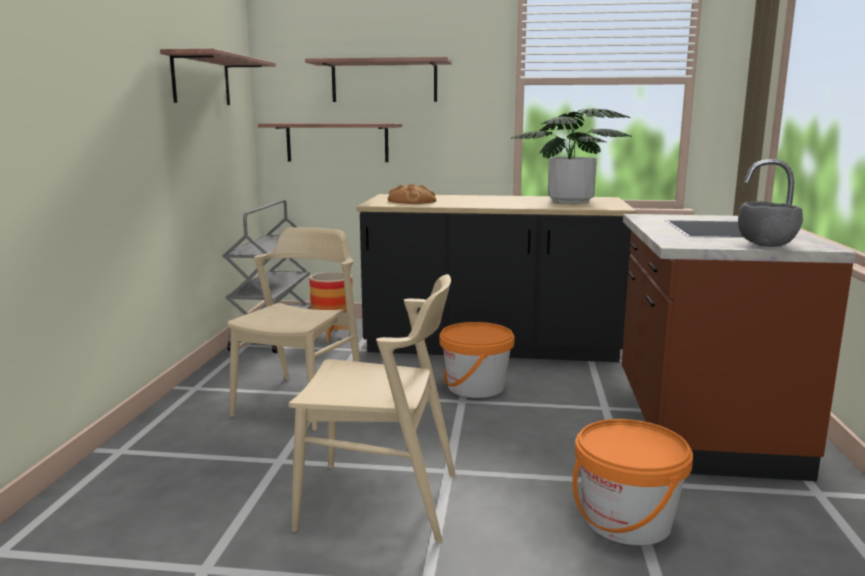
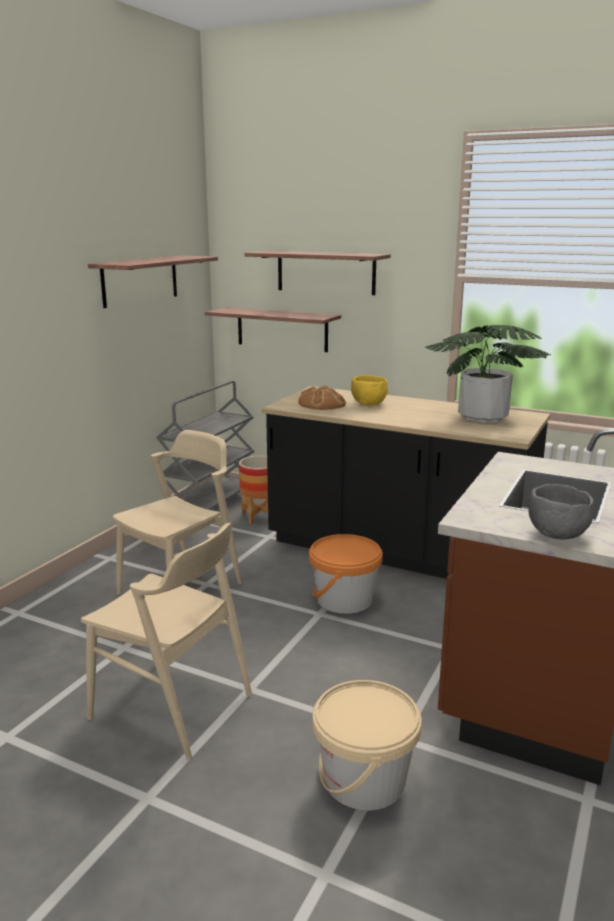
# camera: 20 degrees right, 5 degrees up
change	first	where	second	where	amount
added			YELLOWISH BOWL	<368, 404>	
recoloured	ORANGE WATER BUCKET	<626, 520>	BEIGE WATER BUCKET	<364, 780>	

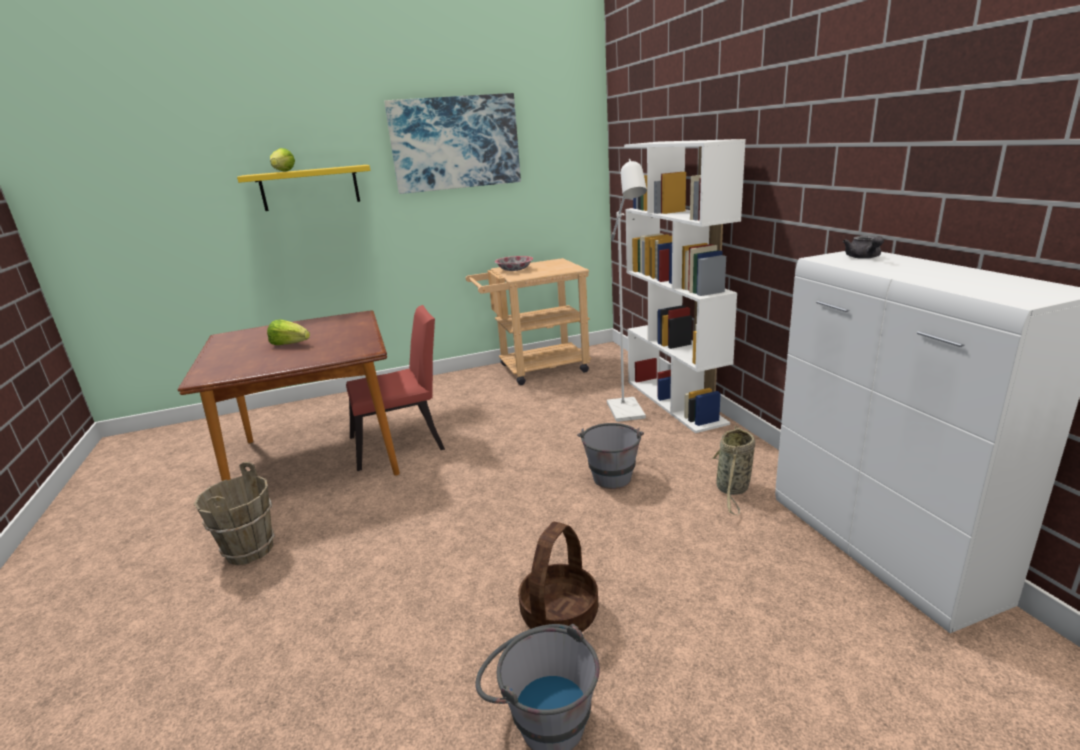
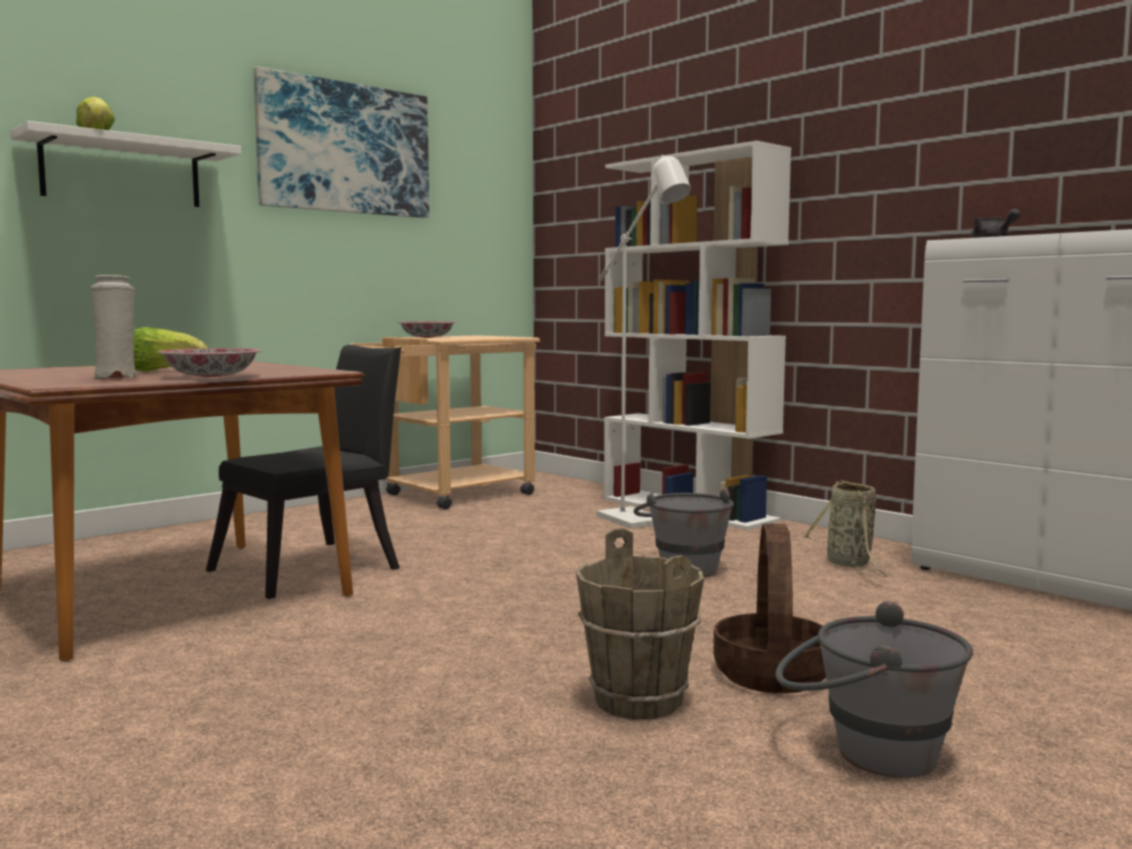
# camera: 25 degrees left, 15 degrees down
change	first	where	second	where	amount
added			WHITE DECORATIVE VASE	<116, 378>	
added			BOWL	<212, 376>	
moved	BROWN-COLOURED WATER BUCKET	<249, 550>		<637, 701>	
recoloured	YELLOWISH BRACKET SHELF	<310, 188>	WHITE BRACKET SHELF	<122, 172>	
recoloured	RED-COLOURED UPRIGHT CHAIR	<403, 442>	BLACKISH UPRIGHT CHAIR	<316, 568>	

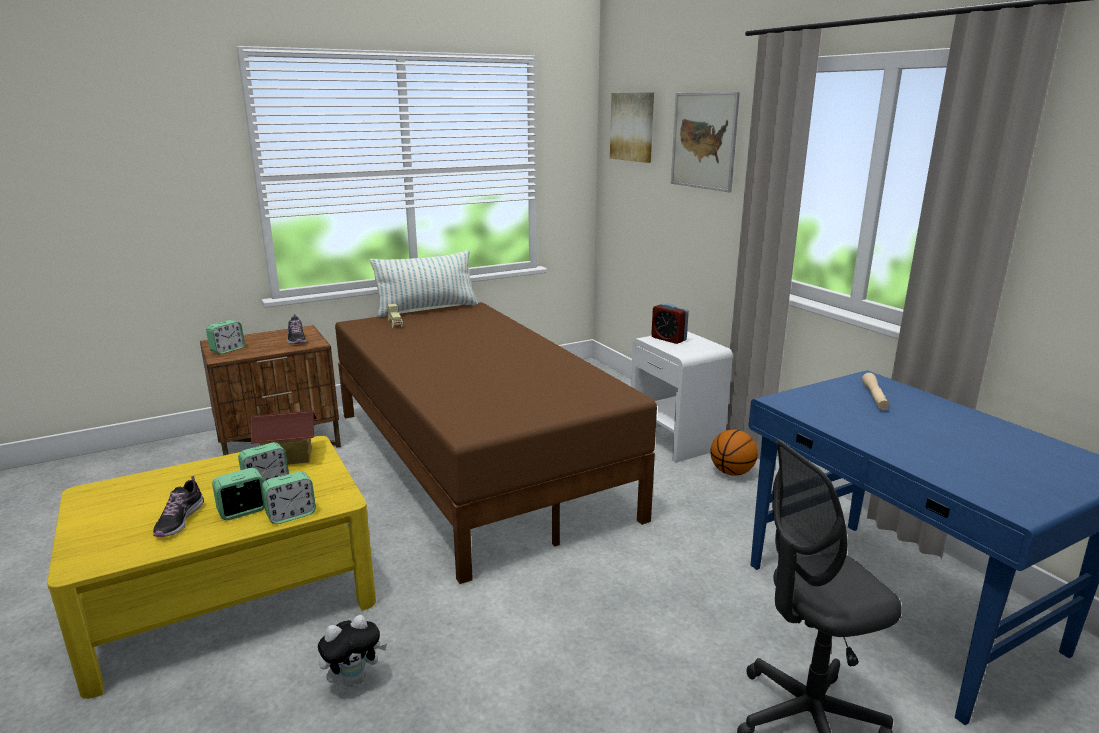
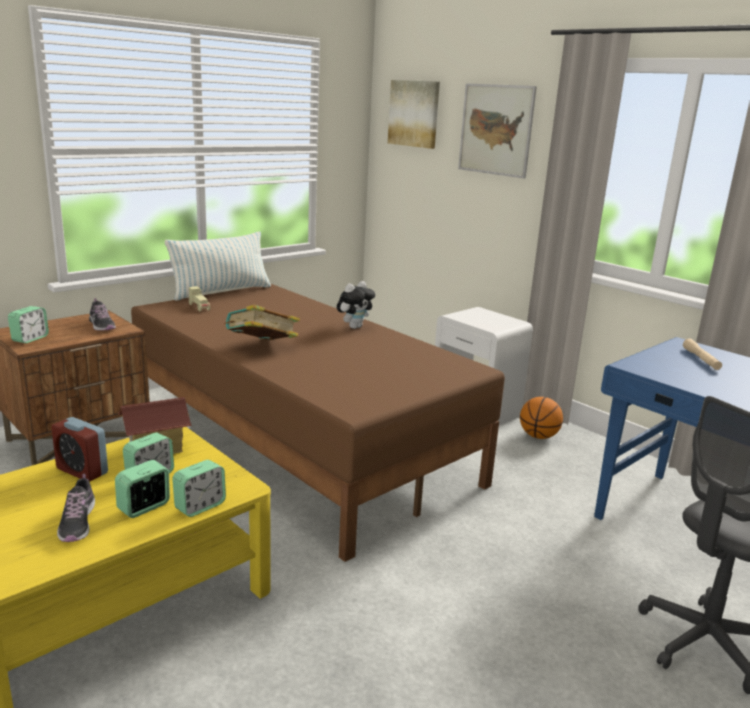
# camera: 15 degrees left, 0 degrees up
change	first	where	second	where	amount
added			BOUND BOOK	<261, 347>	
moved	PLUSH TOY	<354, 679>		<354, 327>	
moved	ALARM CLOCK	<668, 339>		<82, 471>	

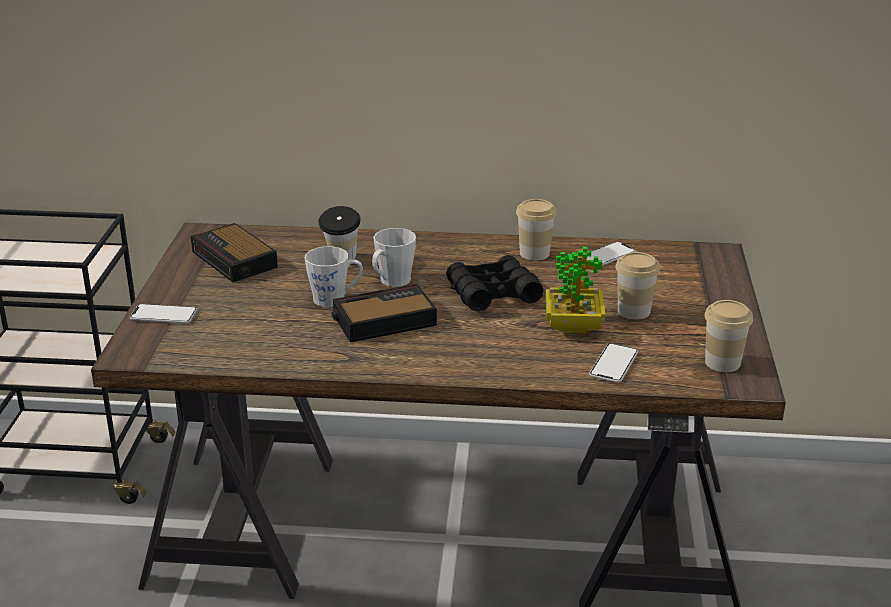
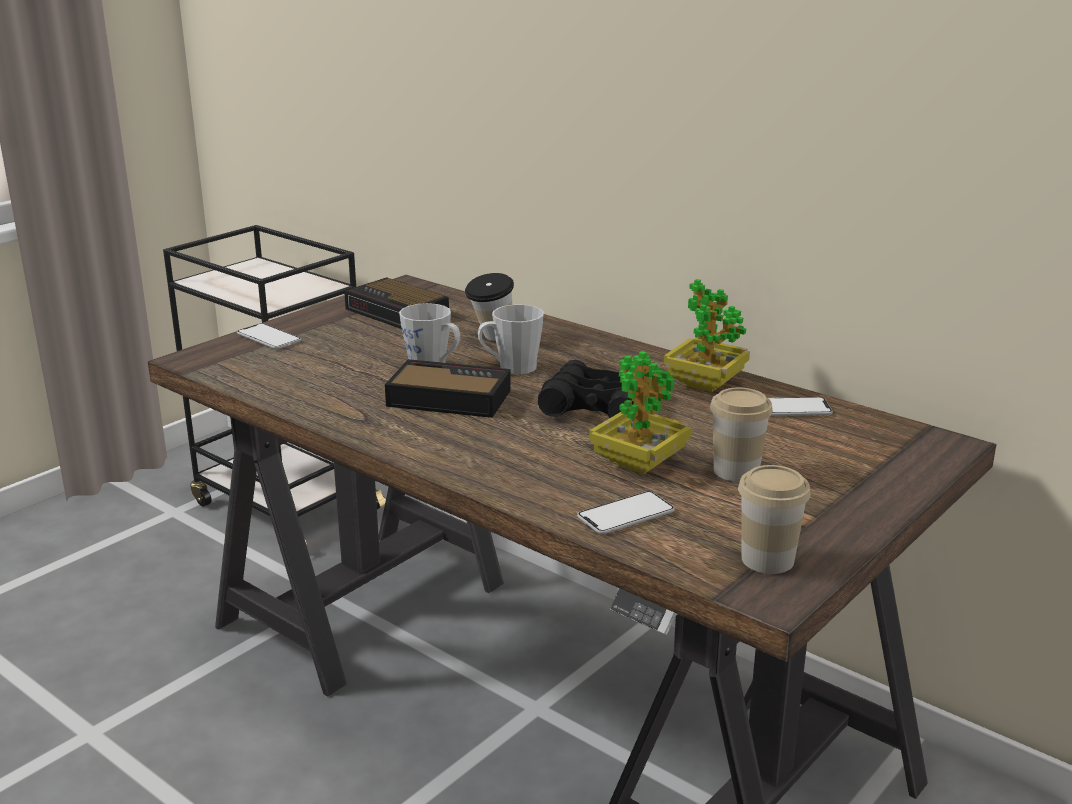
# camera: 35 degrees right, 5 degrees down
change	first	where	second	where	amount
replaced	DRINKING CUP	<534, 253>	PLANT IN A POT	<705, 384>	
turned	ALARM CLOCK	<235, 260>		<398, 313>	45 degrees counterclockwise

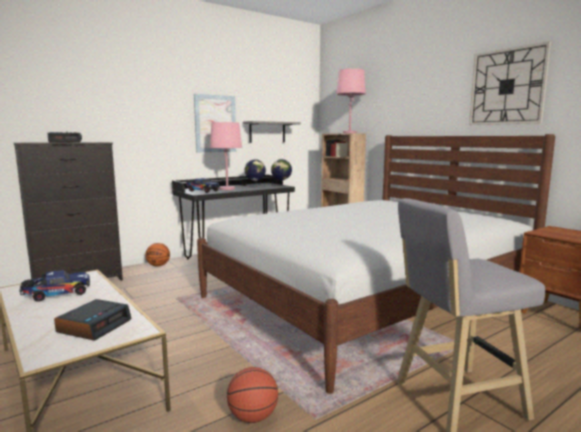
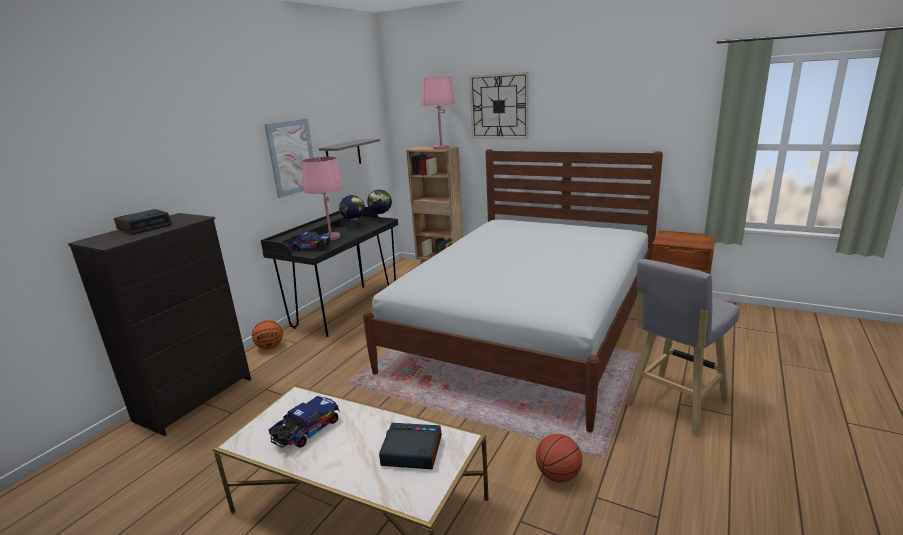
# camera: 25 degrees left, 10 degrees up
change	first	where	second	where	amount
moved	CLOCK ON THE WALL	<507, 87>		<499, 106>	
turned	ALARM CLOCK	<94, 326>		<411, 452>	75 degrees counterclockwise

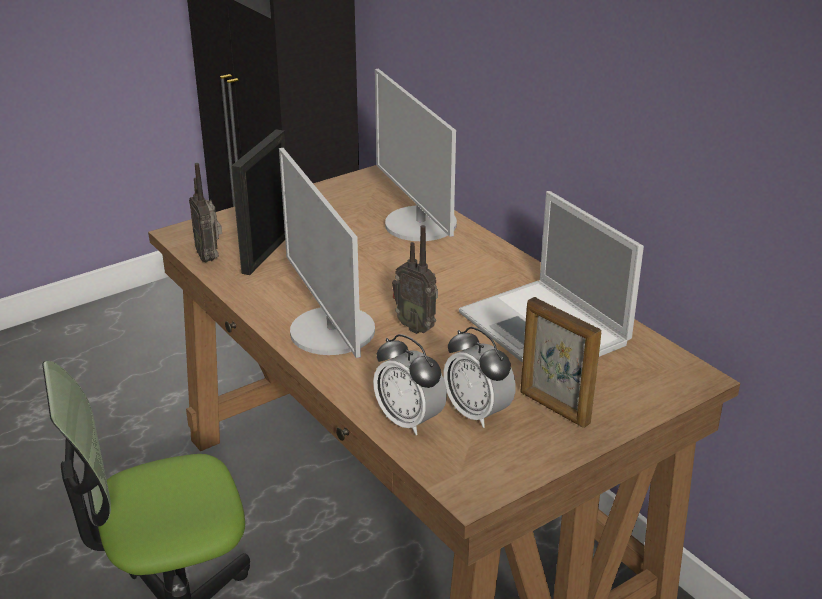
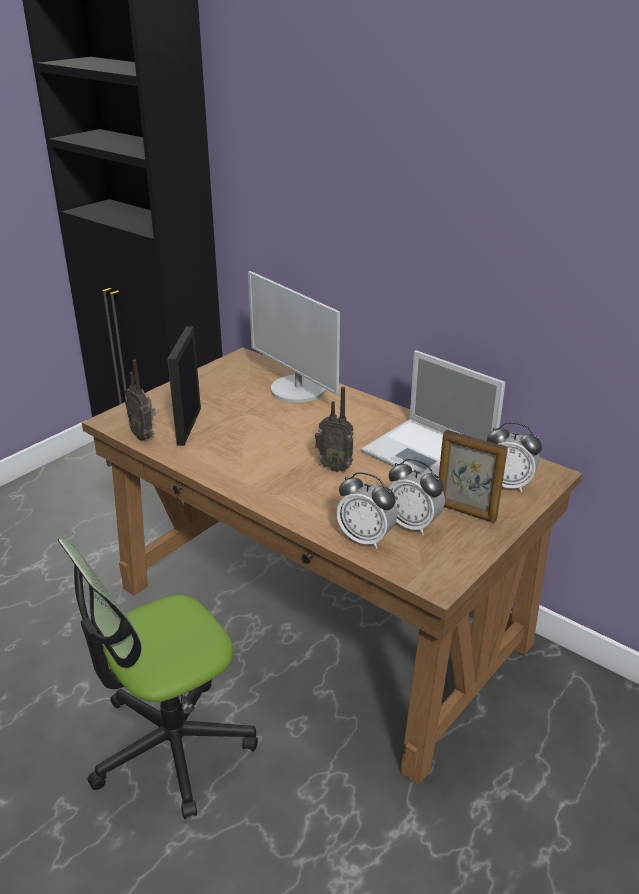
# camera: 15 degrees left, 0 degrees up
change	first	where	second	where	amount
removed	COMPUTER DISPLAY	<331, 332>			
added			ALARM CLOCK	<508, 484>	

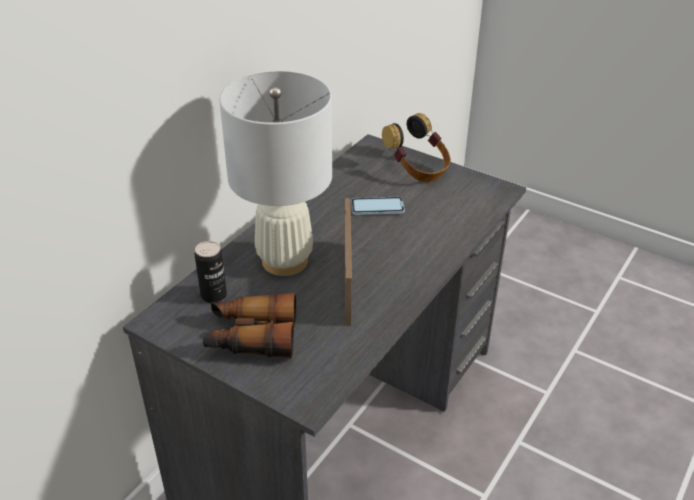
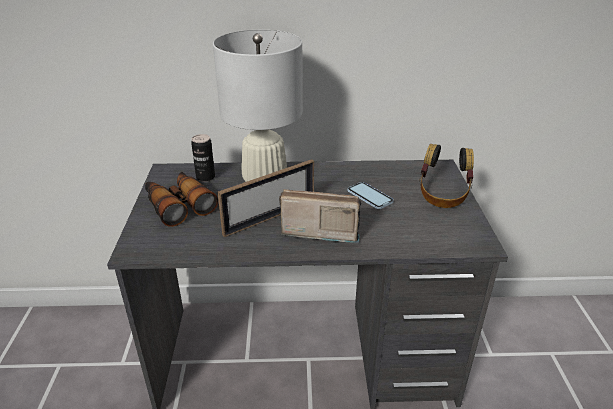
# camera: 55 degrees right, 5 degrees down
change	first	where	second	where	amount
added			RADIO RECEIVER	<319, 230>	

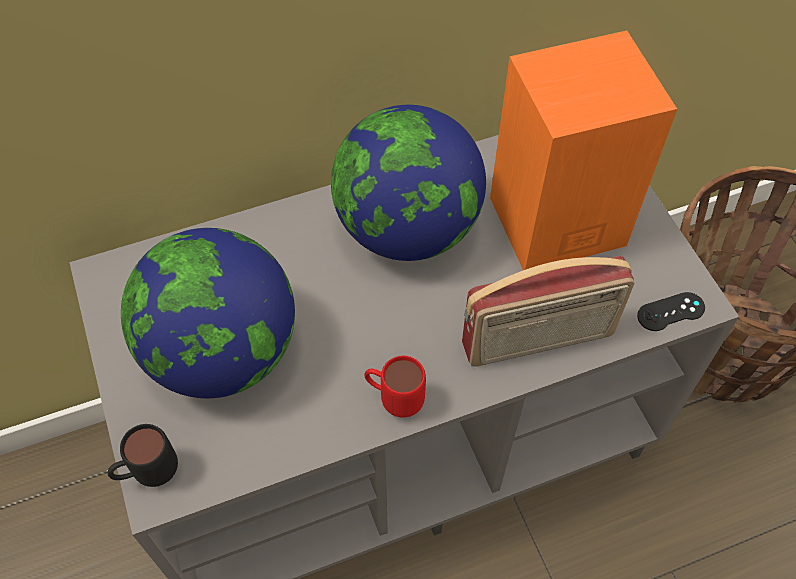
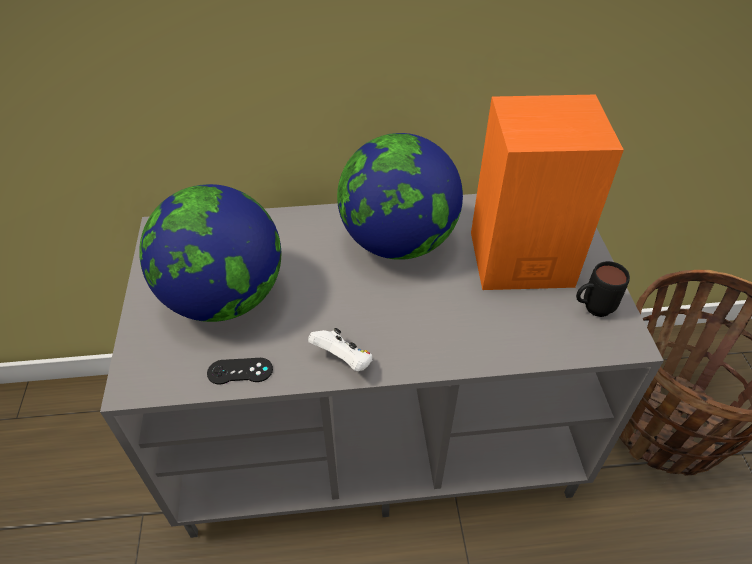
# camera: 15 degrees right, 10 degrees down
change	first	where	second	where	amount
removed	RADIO RECEIVER	<538, 341>			
moved	BLACKISH TEA MUG	<149, 475>		<591, 309>	
moved	BLACKISH GAMEPAD	<671, 312>		<240, 371>	
replaced	RED-COLOURED TEA MUG	<394, 400>	WHITE GAMEPAD	<343, 360>	

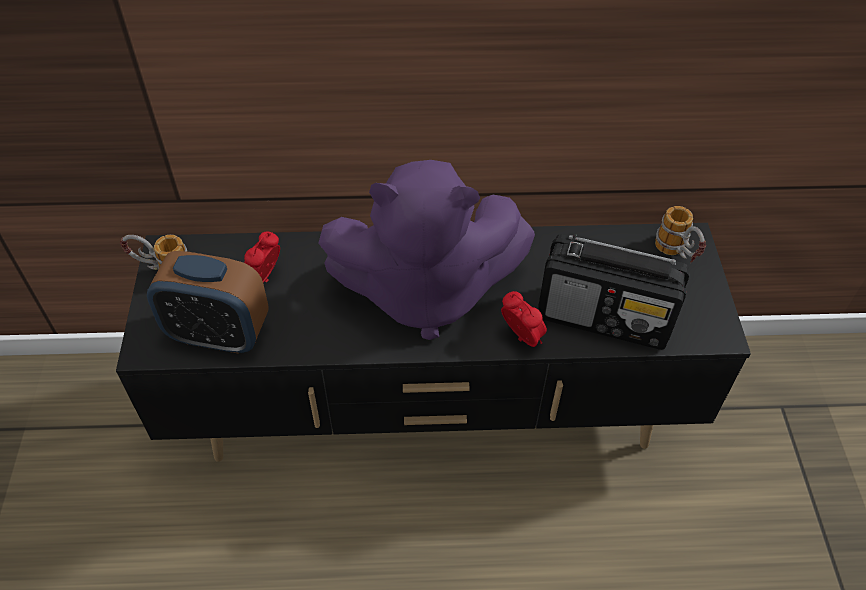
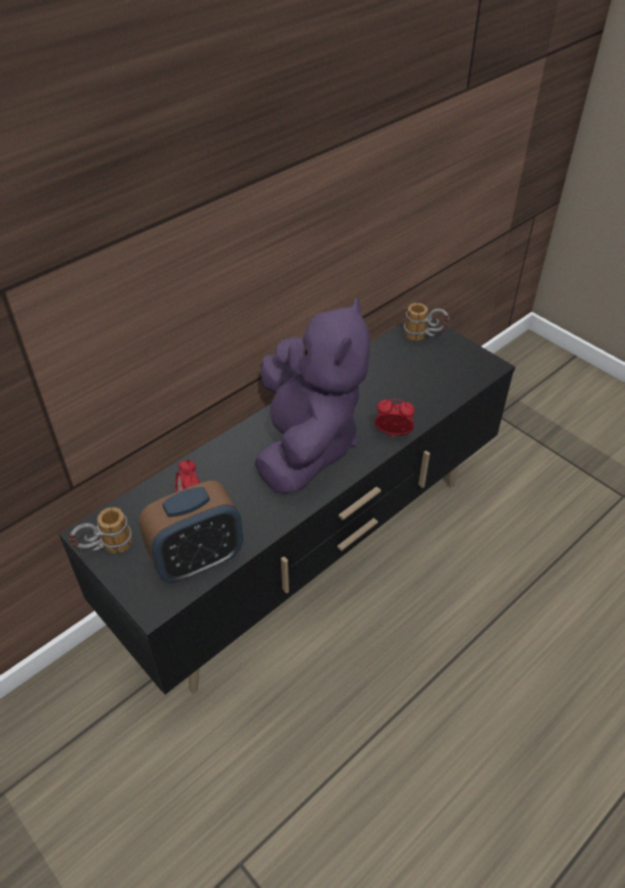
# camera: 40 degrees left, 5 degrees down
change	first	where	second	where	amount
removed	RADIO RECEIVER	<605, 318>			
turned	PURPLISH PLUSH TOY	<425, 292>		<306, 445>	45 degrees counterclockwise

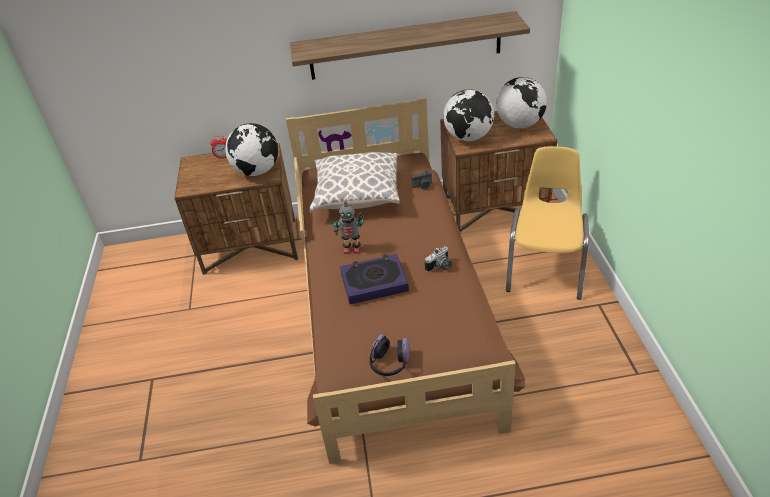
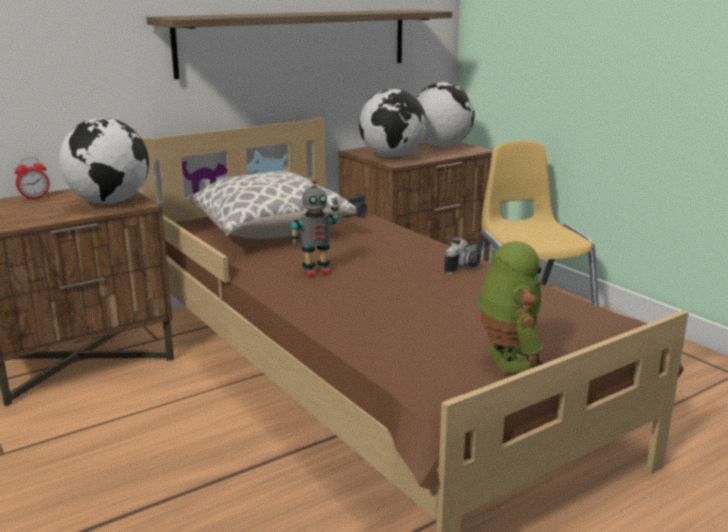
# camera: 30 degrees left, 20 degrees down
change	first	where	second	where	amount
removed	BOUND BOOK	<374, 282>			
replaced	PAIR OF HEADPHONES	<389, 363>	ROBOT FIGURE	<506, 360>	

